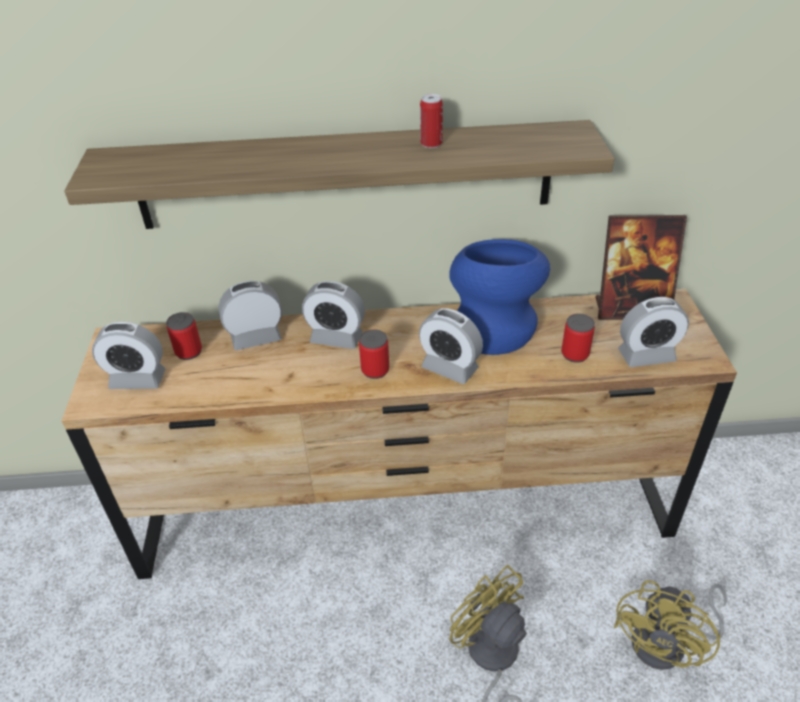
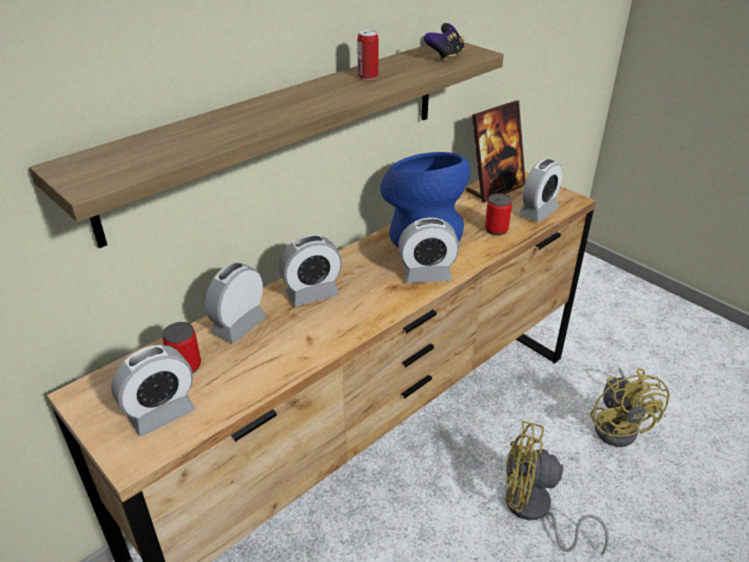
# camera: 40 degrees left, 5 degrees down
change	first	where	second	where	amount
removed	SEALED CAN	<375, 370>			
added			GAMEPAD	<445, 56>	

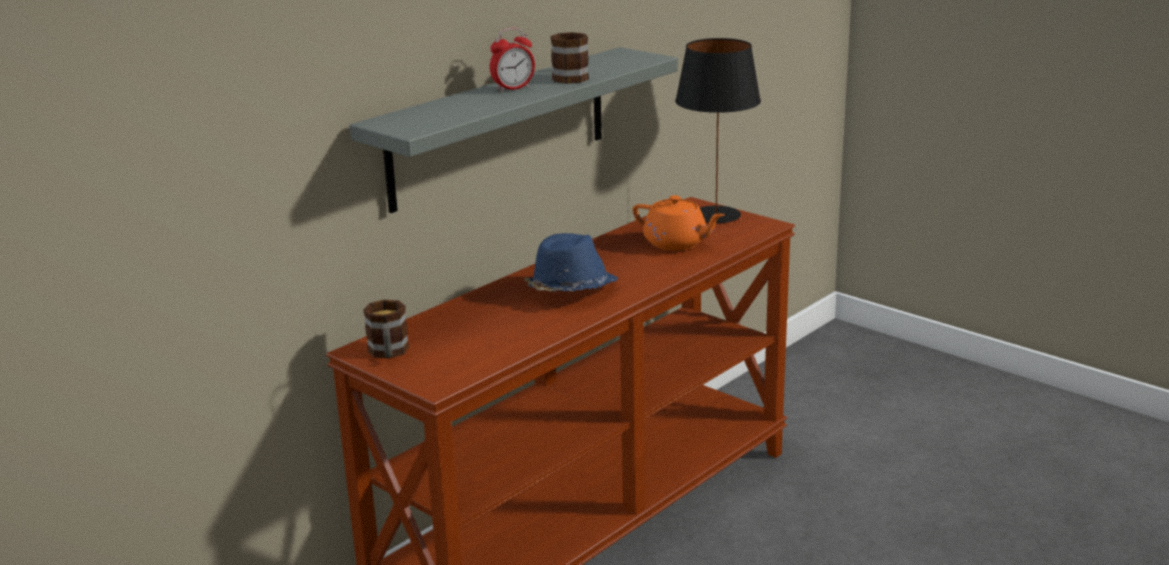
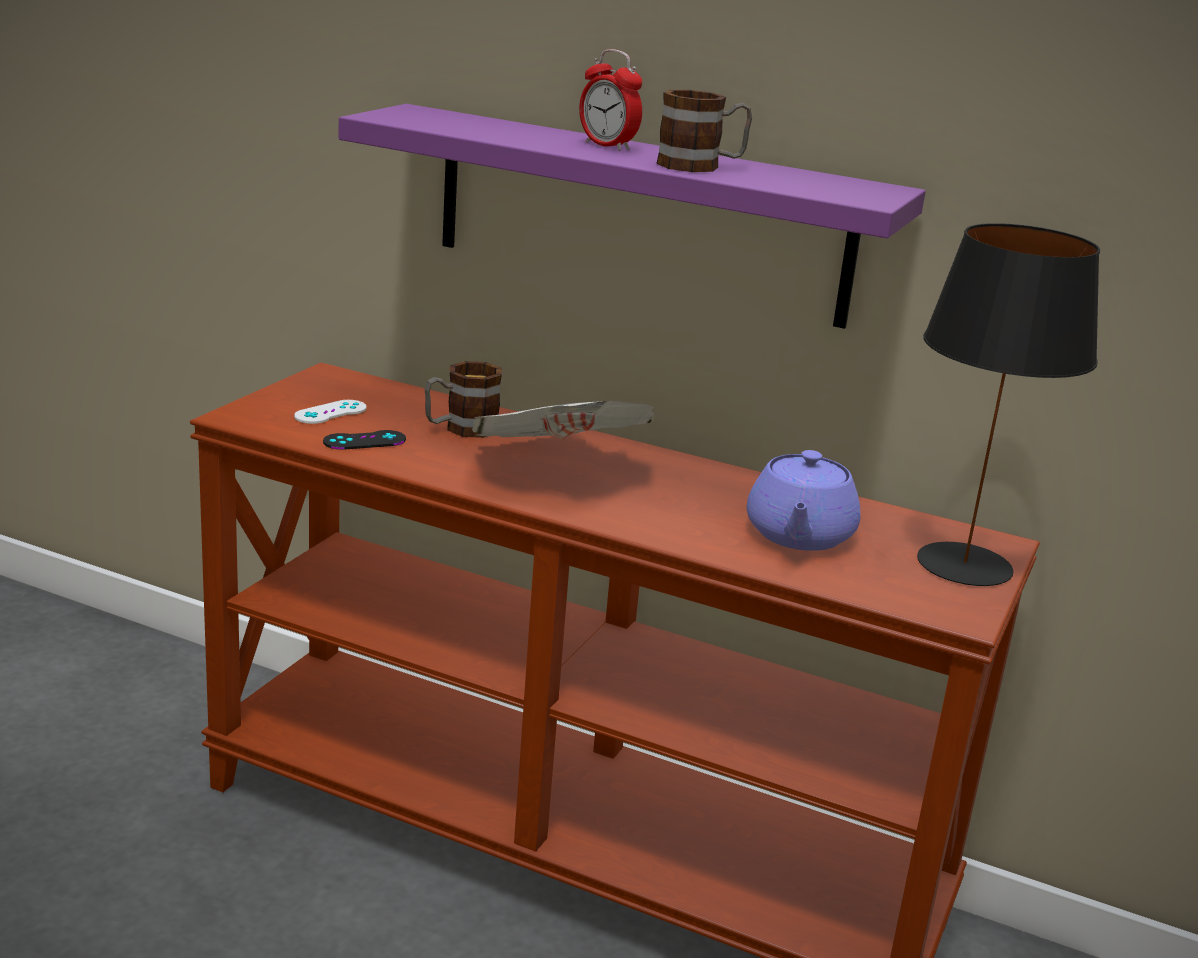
# camera: 70 degrees right, 0 degrees up
change	first	where	second	where	amount
added			WHITE GAMEPAD	<330, 412>	
added			BLACKISH GAMEPAD	<364, 441>	
moved	TEA MUG	<388, 353>		<461, 428>	
replaced	BLUISH WEARABLE HAT	<570, 290>	DAILY PAPER	<557, 469>	
recoloured	GREY BRACKET SHELF	<499, 127>	PURPLISH BRACKET SHELF	<640, 215>	
recoloured	ORANGE TEAPOT	<676, 243>	PURPLISH TEAPOT	<799, 535>	

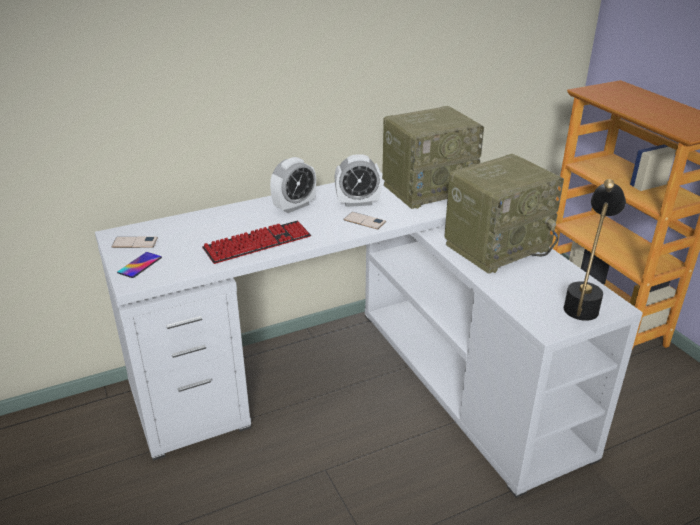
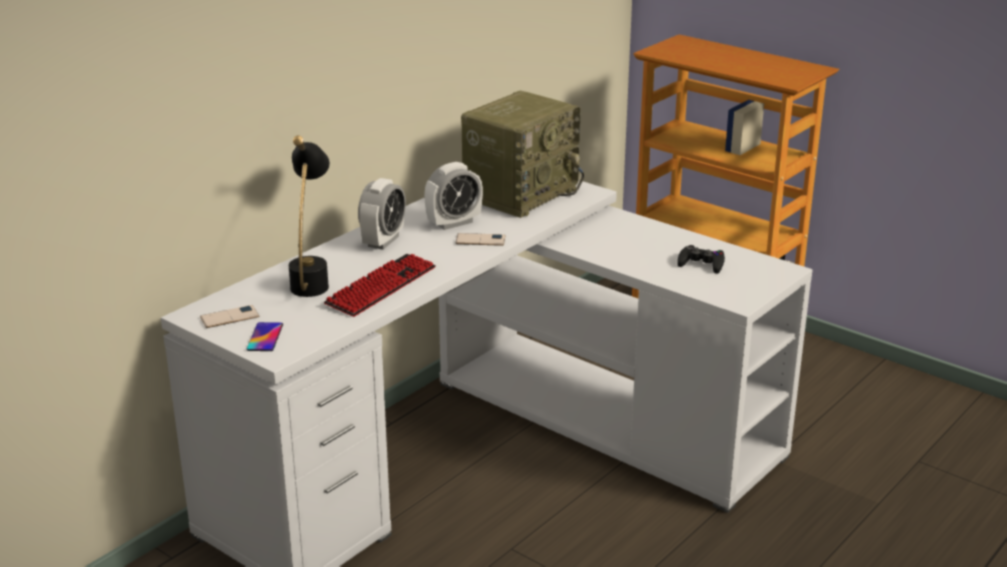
# camera: 25 degrees left, 5 degrees down
change	first	where	second	where	amount
removed	RADIO RECEIVER	<497, 246>			
added			BLACKISH GAMEPAD	<701, 264>	
moved	BLACKISH LAMP FOR A TABLE	<583, 301>		<312, 279>	

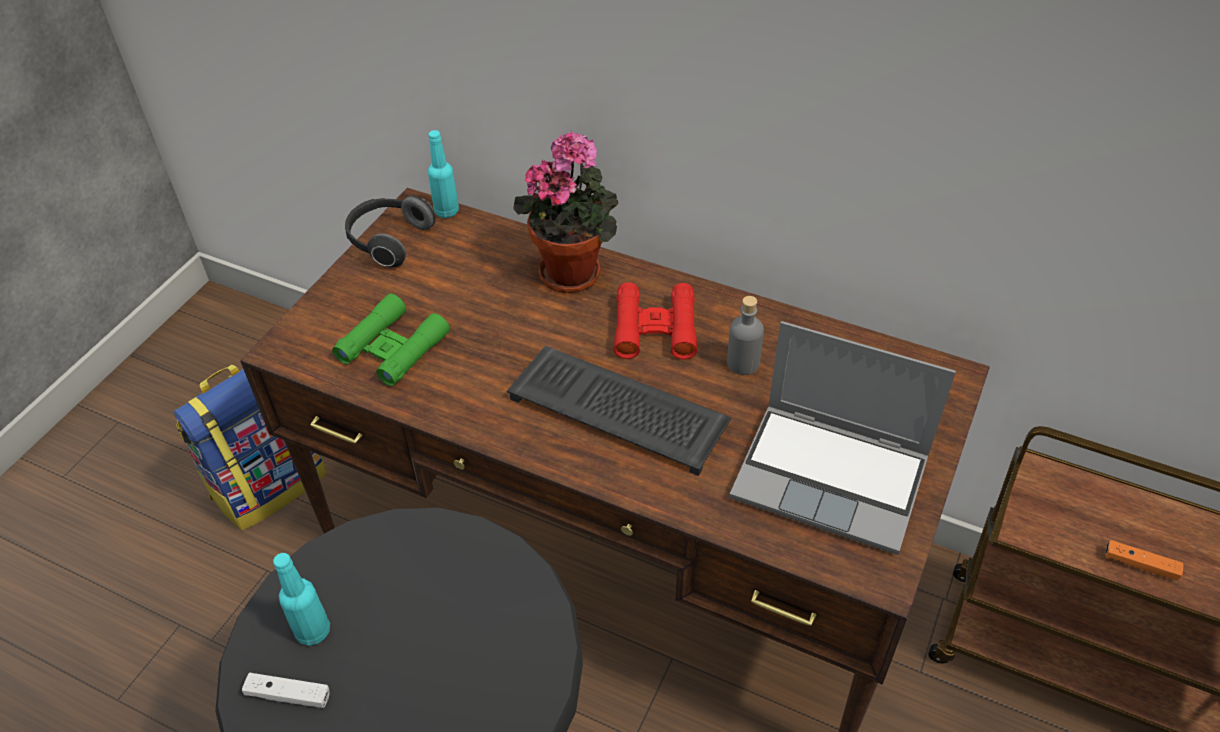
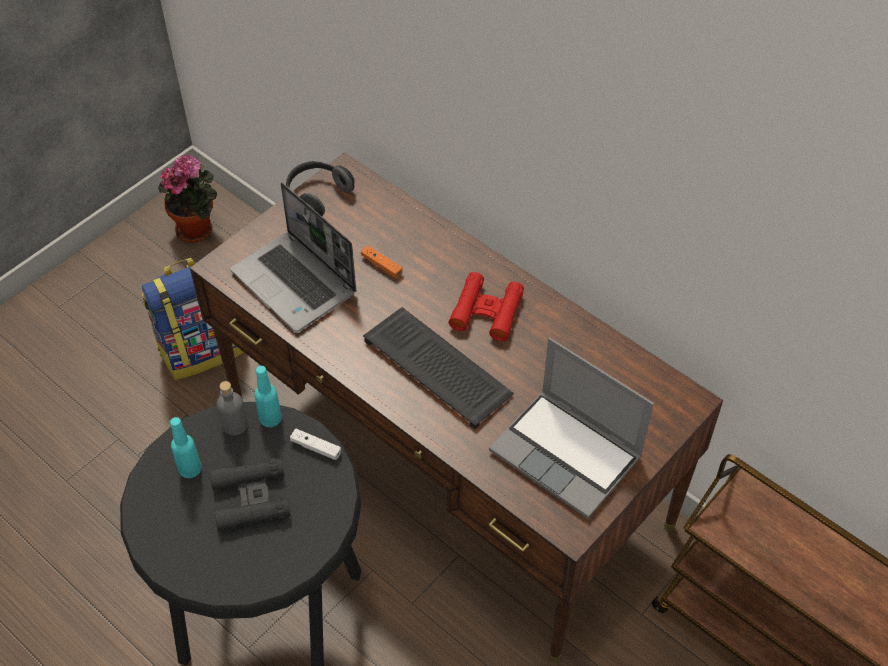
# camera: 15 degrees right, 5 degrees up
change	first	where	second	where	amount
added			BLACKISH PAIR OF BINOCULARS	<251, 498>	
moved	WHITE GAMEPAD	<288, 695>		<316, 448>	
moved	TURQUOISE DRINK BOTTLE	<446, 211>		<270, 419>	
moved	PLANT IN A POT	<574, 270>		<197, 228>	
moved	GREY DRINK BOTTLE	<743, 363>		<235, 424>	
moved	ORANGE GAMEPAD	<1140, 565>		<381, 265>	
replaced	GREEN PAIR OF BINOCULARS	<393, 348>	LAPTOP	<296, 283>	

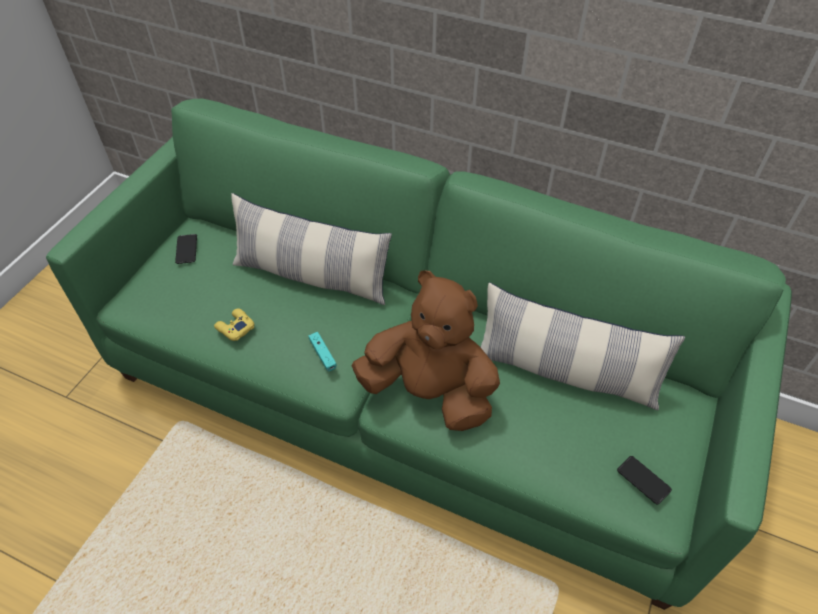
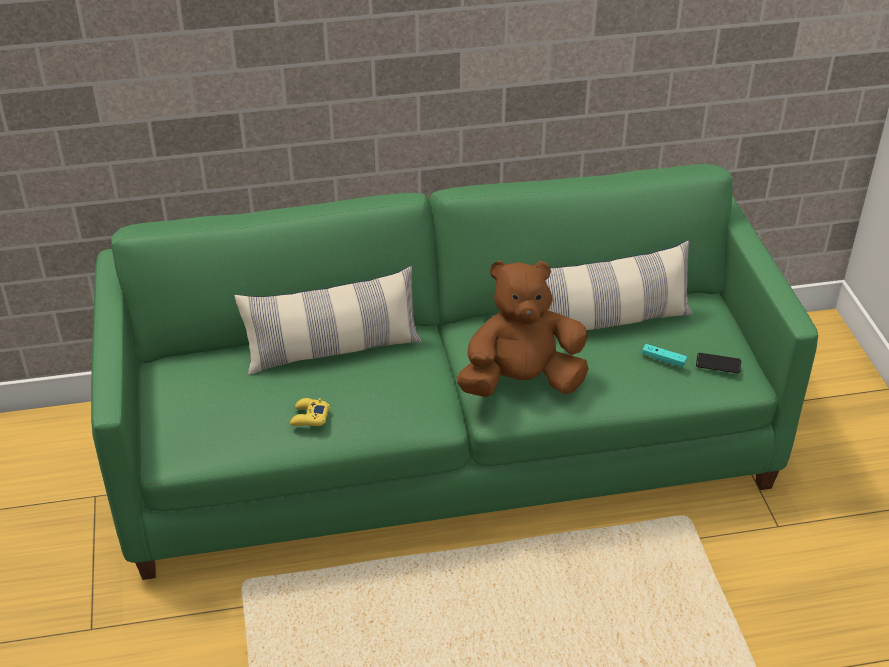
# camera: 35 degrees left, 10 degrees down
change	first	where	second	where	amount
removed	TELEPHONE	<186, 249>			
moved	TURQUOISE GAMEPAD	<323, 354>		<663, 359>	

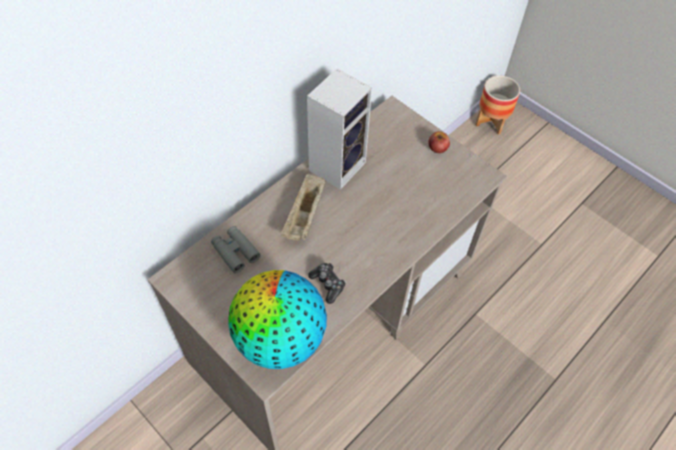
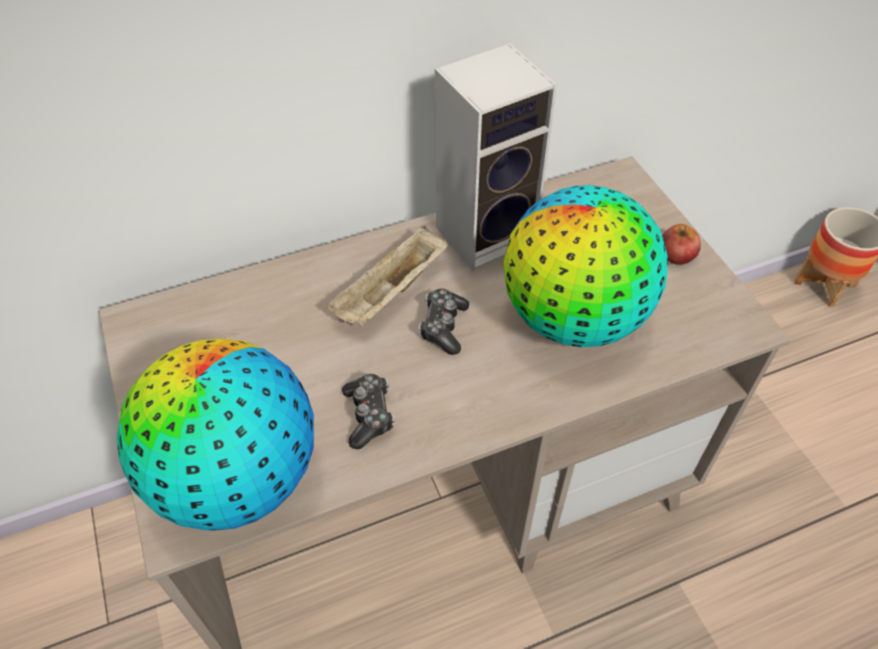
# camera: 25 degrees right, 5 degrees down
change	first	where	second	where	amount
removed	GREY PAIR OF BINOCULARS	<235, 252>			
added			GAMEPAD	<443, 326>	
added			WORLD GLOBE	<574, 318>	

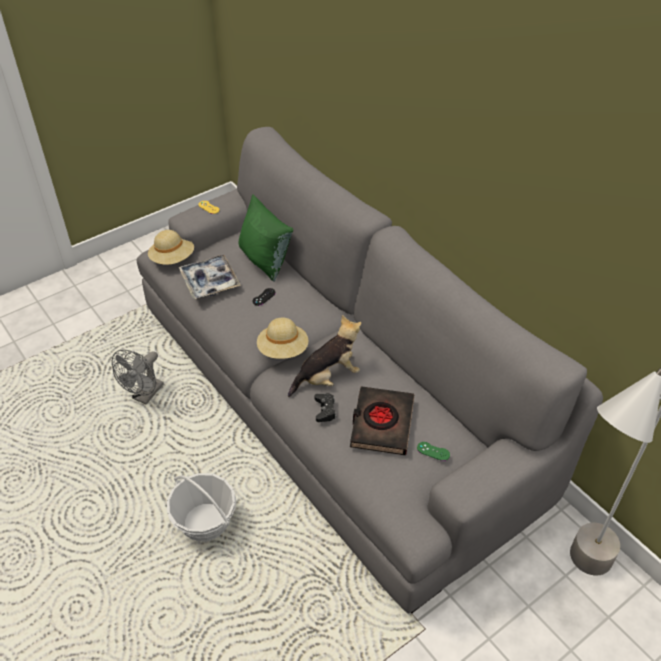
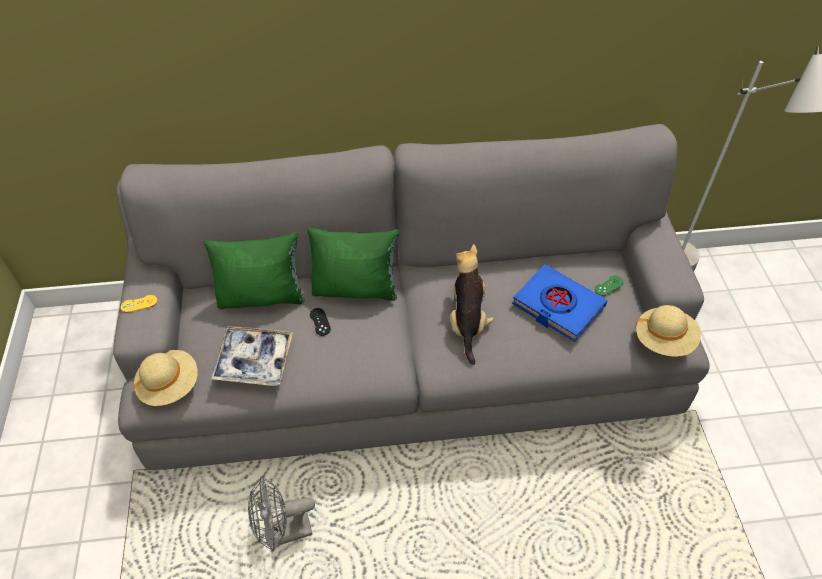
# camera: 60 degrees left, 5 degrees up
change	first	where	second	where	amount
removed	HOUSEHOLD BASKET	<205, 522>			
removed	BLACKISH GAMEPAD	<325, 410>			
added			GREEN PILLOW	<356, 288>	
moved	BEIGE WEARABLE HAT	<283, 350>		<664, 340>	
recoloured	BLACKISH BOUND BOOK	<381, 424>	BLUISH BOUND BOOK	<557, 306>	
turned	GREY COOLING FAN	<145, 395>		<283, 533>	105 degrees clockwise

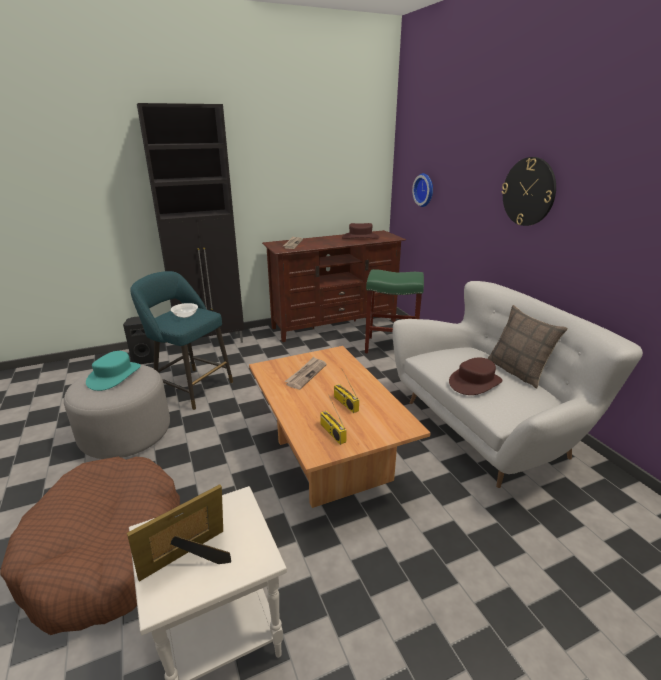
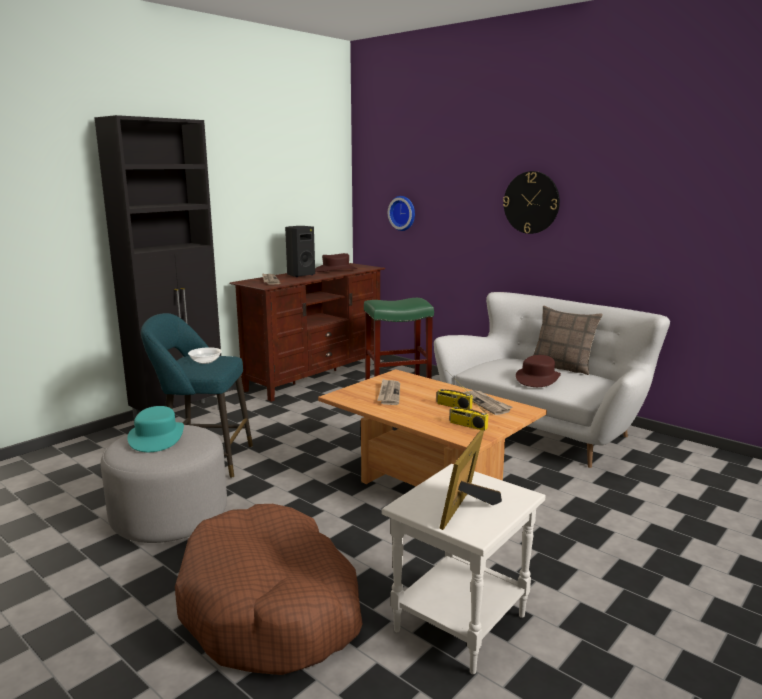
# camera: 25 degrees left, 10 degrees down
change	first	where	second	where	amount
added			DAILY PAPER	<486, 404>	
moved	BLACKISH LOUDSPEAKER	<145, 360>		<300, 275>	

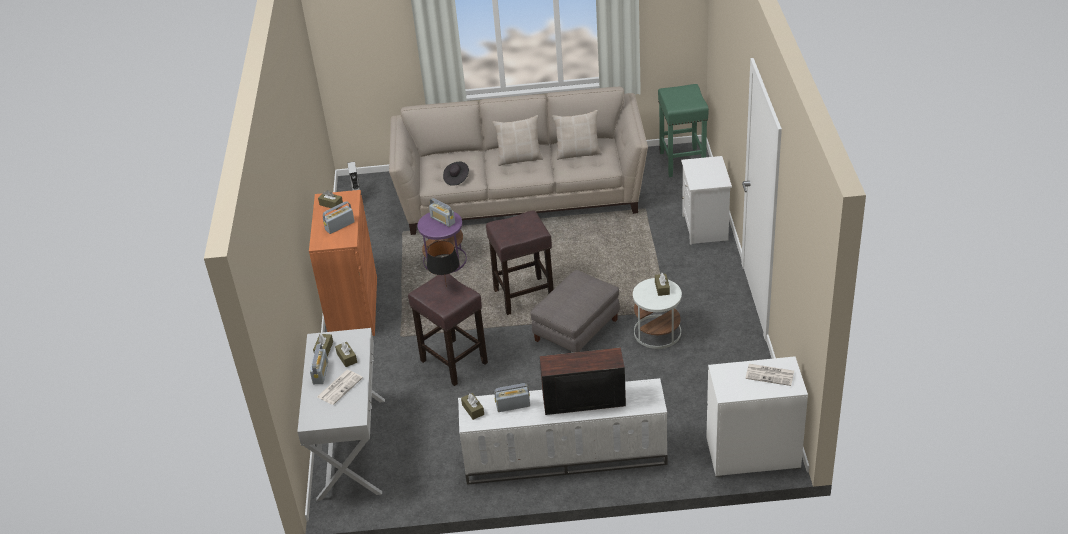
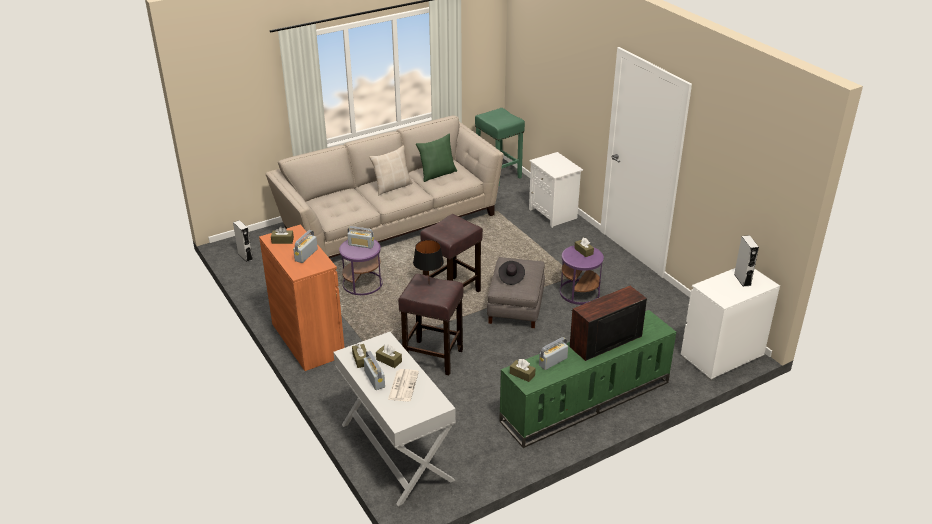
# camera: 30 degrees left, 5 degrees down
change	first	where	second	where	amount
moved	BLACKISH WEARABLE HAT	<456, 178>		<511, 278>	
replaced	DAILY PAPER	<770, 375>	GREY LOUDSPEAKER	<742, 279>	
recoloured	WHITE TV UNIT	<564, 458>	GREEN TV UNIT	<585, 402>	
recoloured	BEIGE PILLOW	<578, 153>	GREEN PILLOW	<437, 174>	
recoloured	WHITE END TABLE	<657, 332>	PURPLISH END TABLE	<579, 292>	

